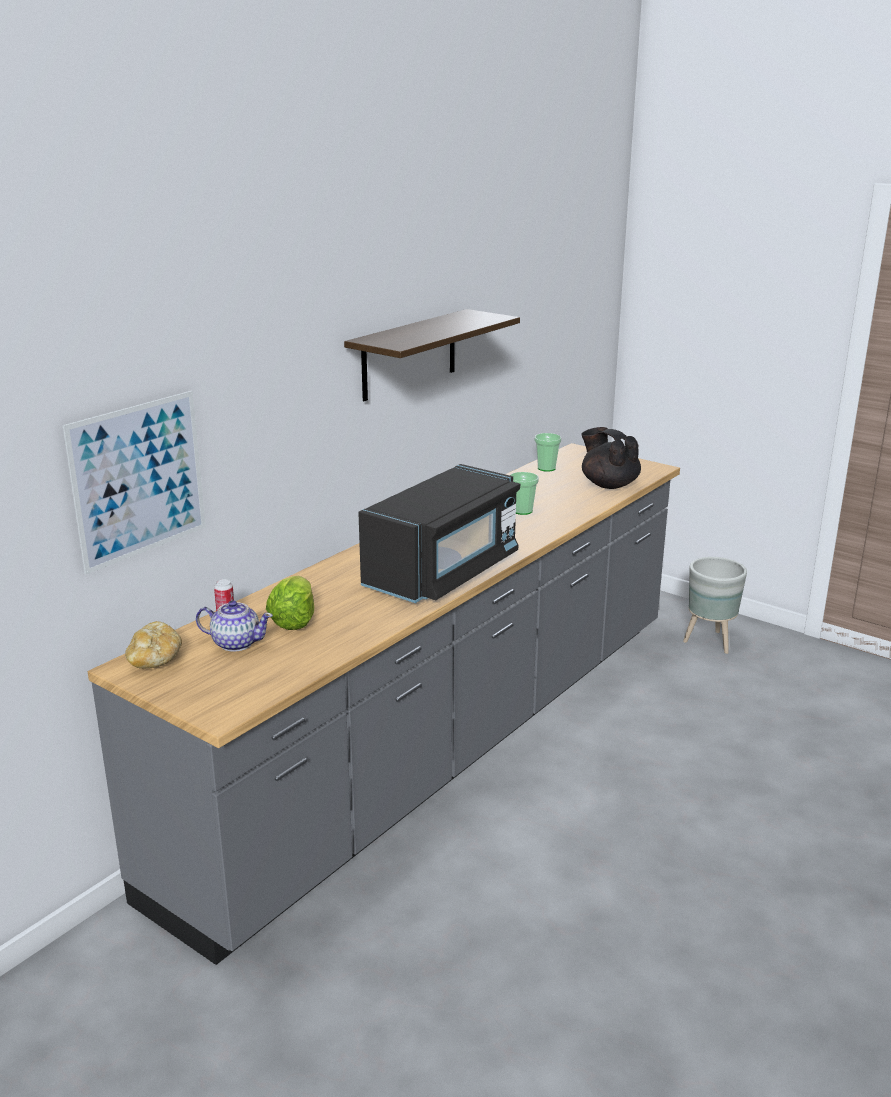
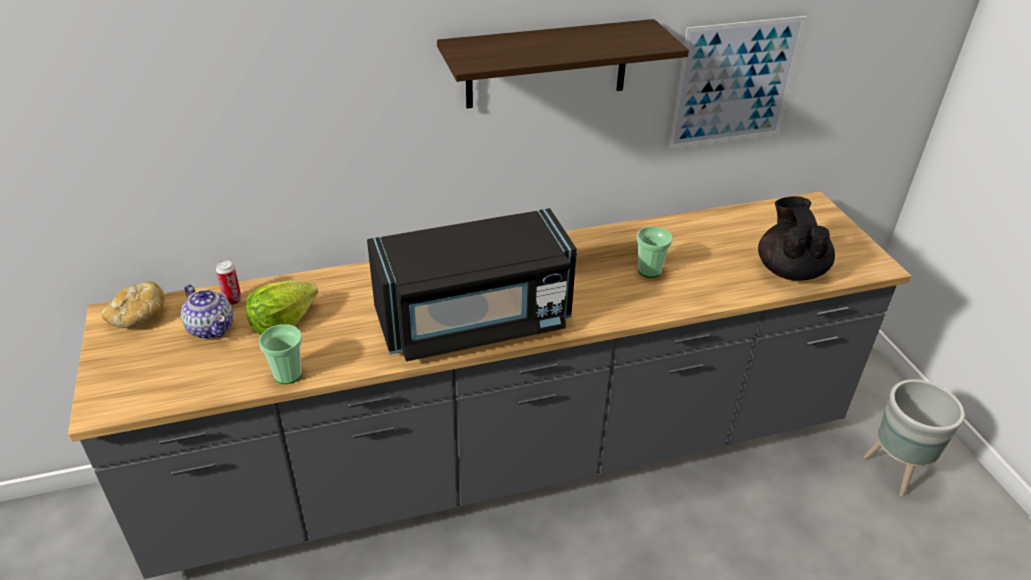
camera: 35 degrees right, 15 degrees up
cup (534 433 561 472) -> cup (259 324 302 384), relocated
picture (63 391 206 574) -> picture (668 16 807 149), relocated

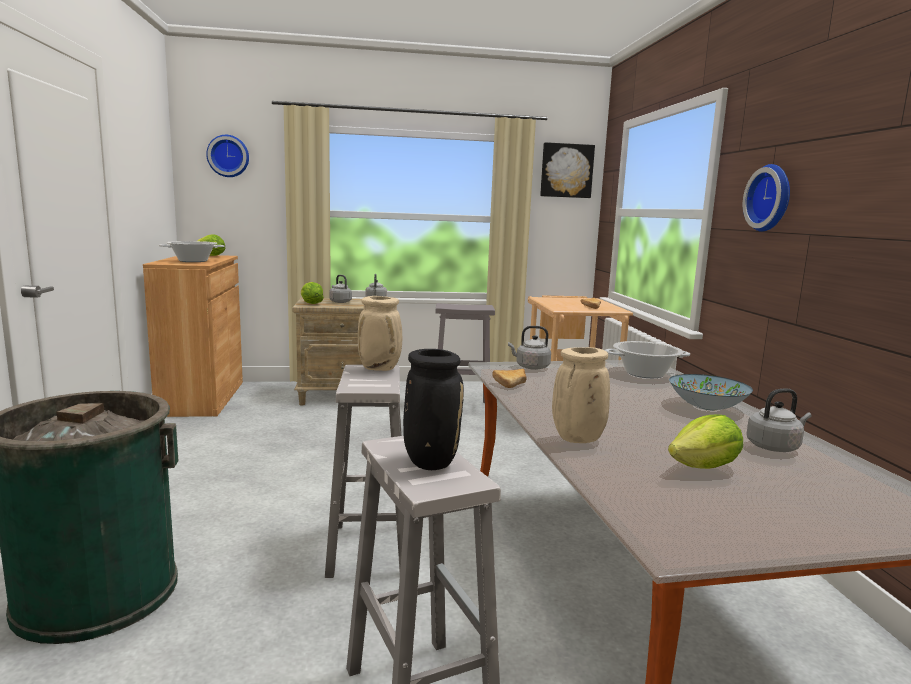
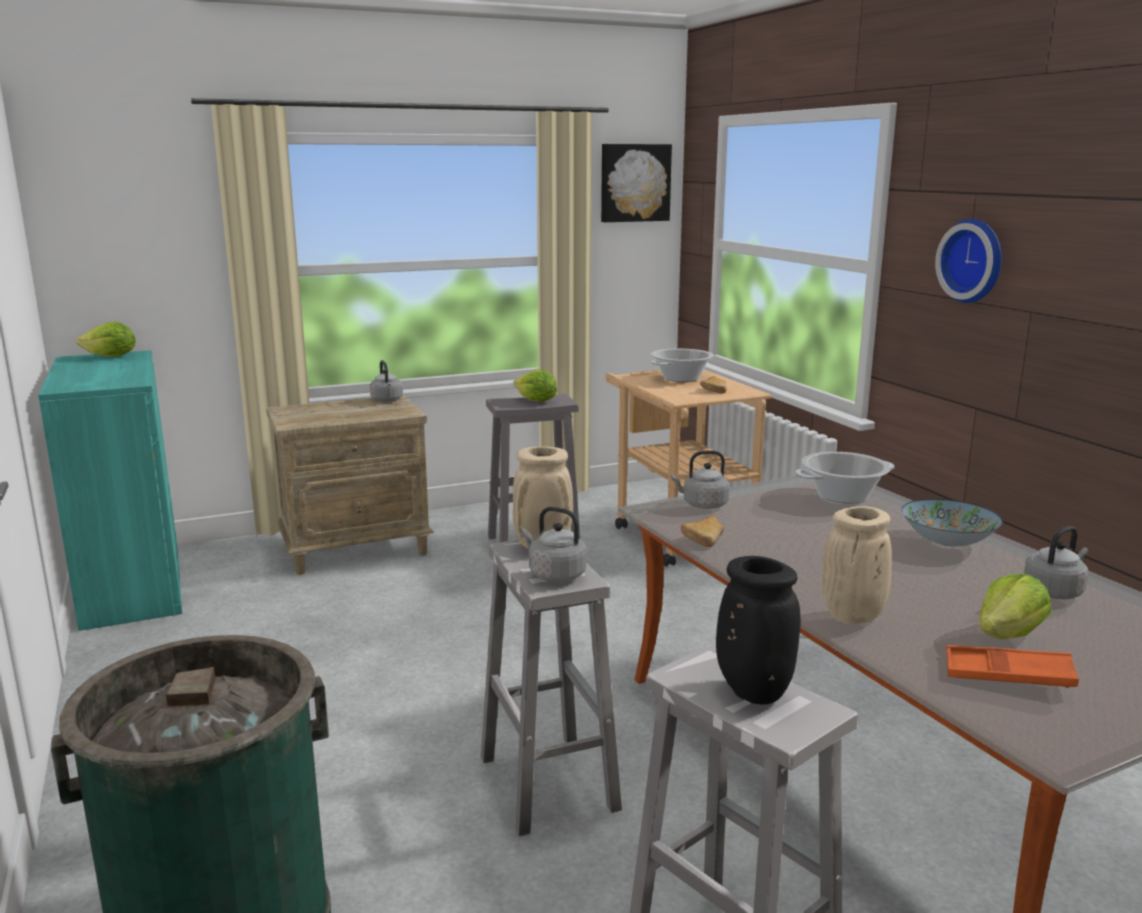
camera: 15 degrees left, 5 degrees up
cabinet/brown (143 255 243 417) -> cabinet/turquoise (38 350 182 631)
lettuce (301 282 324 304) -> lettuce (514 370 557 402), relocated
kettle/grey (329 275 352 303) -> kettle/grey (521 506 587 582), relocated
cooking pot (159 241 224 262) -> cooking pot (651 349 714 382), relocated
none -> tray/orange (946 645 1079 688)
wall clock (206 135 249 177) -> none

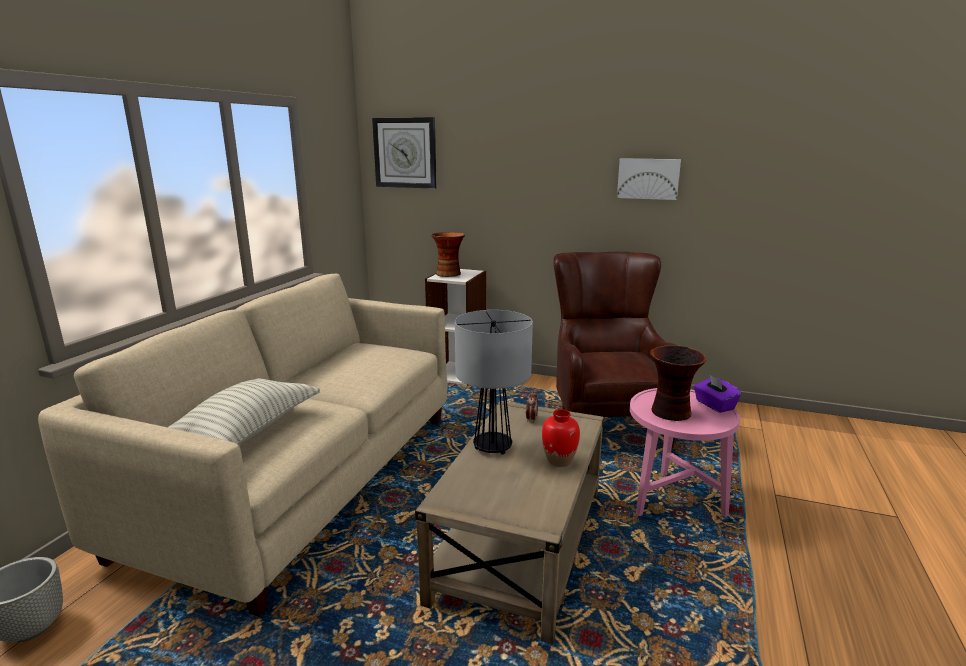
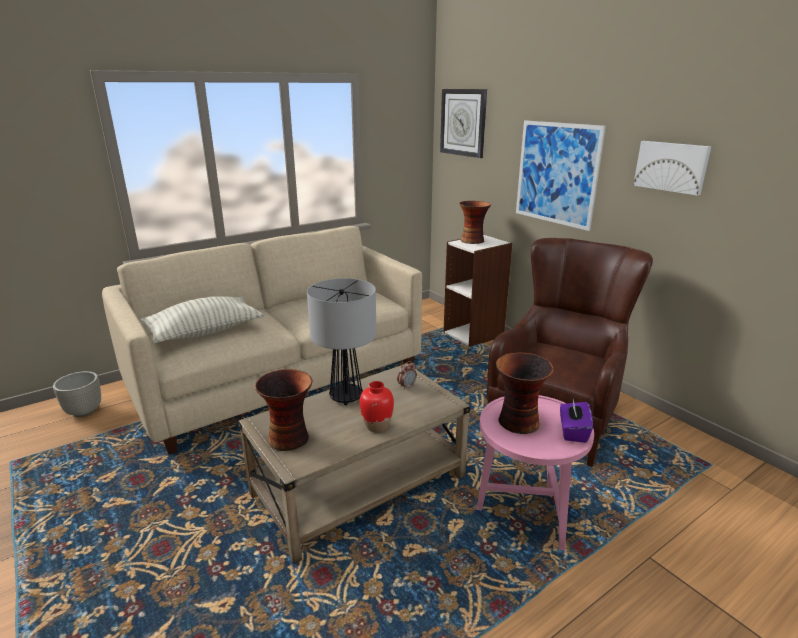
camera: 35 degrees right, 5 degrees up
none -> vase (255 369 312 451)
none -> picture (516 120 606 231)

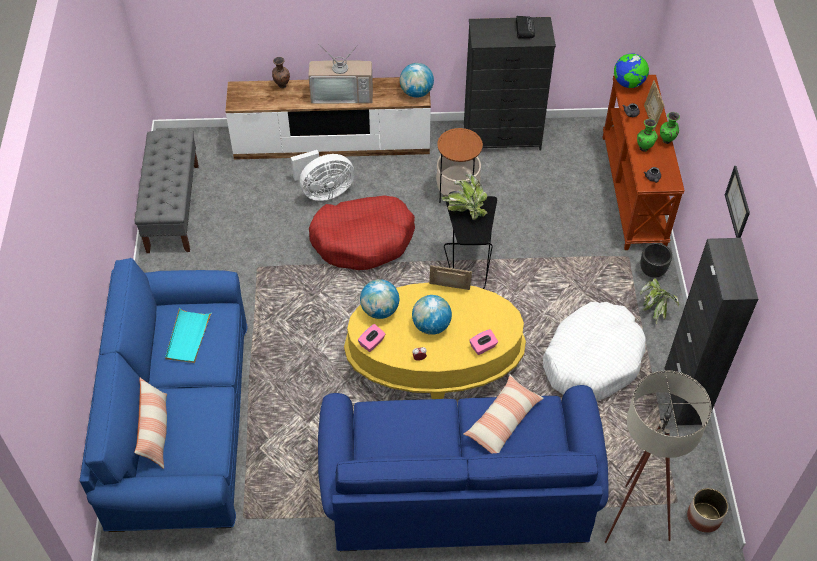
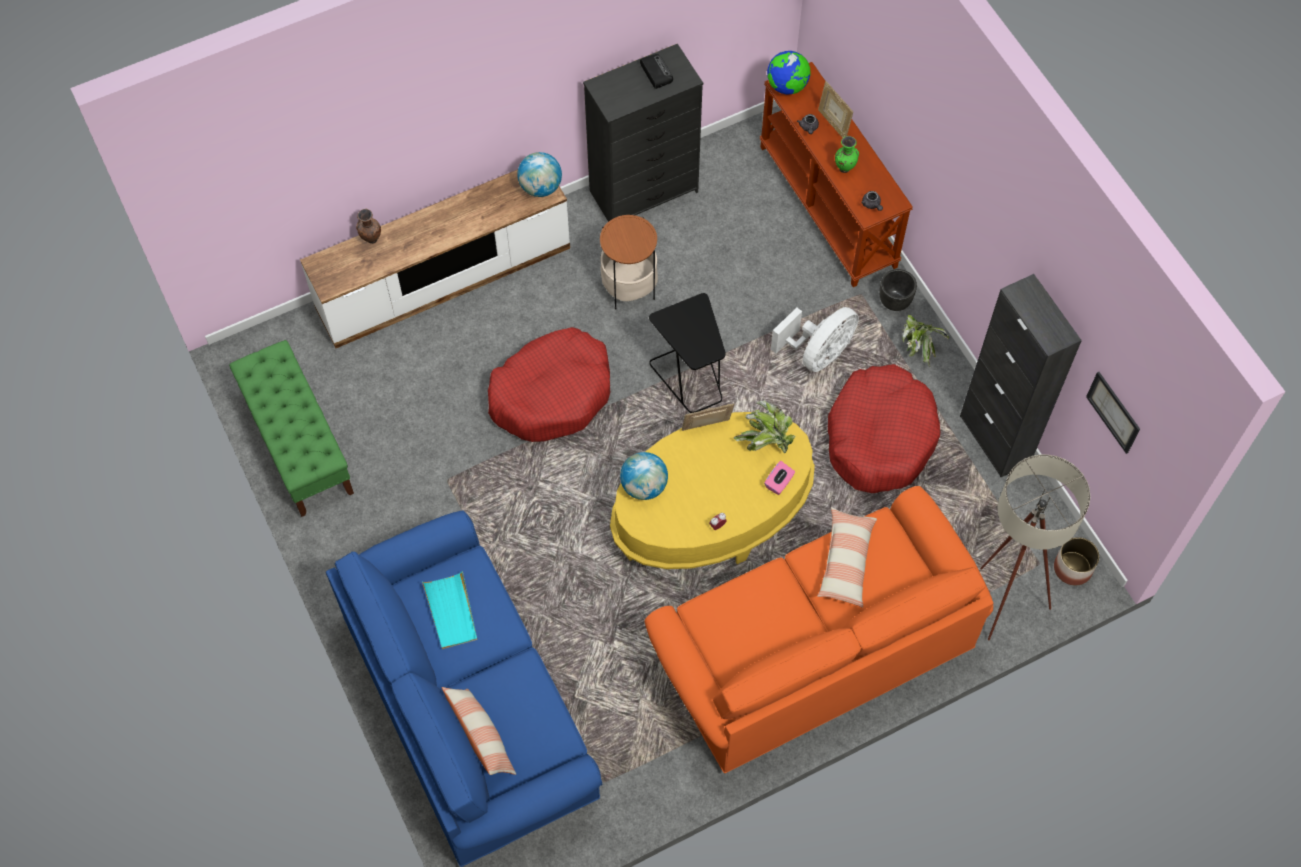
camera: 25 degrees left, 10 degrees up
bench/grey (135 130 199 253) -> bench/green (229 340 354 517)
sofa/blue (318 385 609 551) -> sofa/orange (644 486 993 773)
potted plant (441 174 488 220) -> potted plant (734 401 796 453), relocated
fan/white (291 150 355 201) -> fan/white (771 307 859 372), relocated
dog bed/white (543 302 646 400) -> dog bed/red (828 364 941 493)
picture (725 166 750 238) -> picture (1086 372 1140 454), relocated
television (308 43 373 103) -> none
tissue box/pink (358 324 385 352) -> none
globe (412 295 452 335) -> none
vase/green (660 112 680 144) -> none

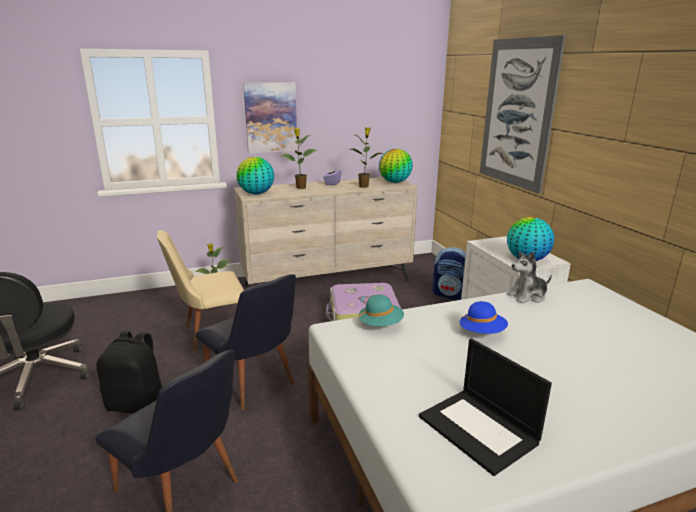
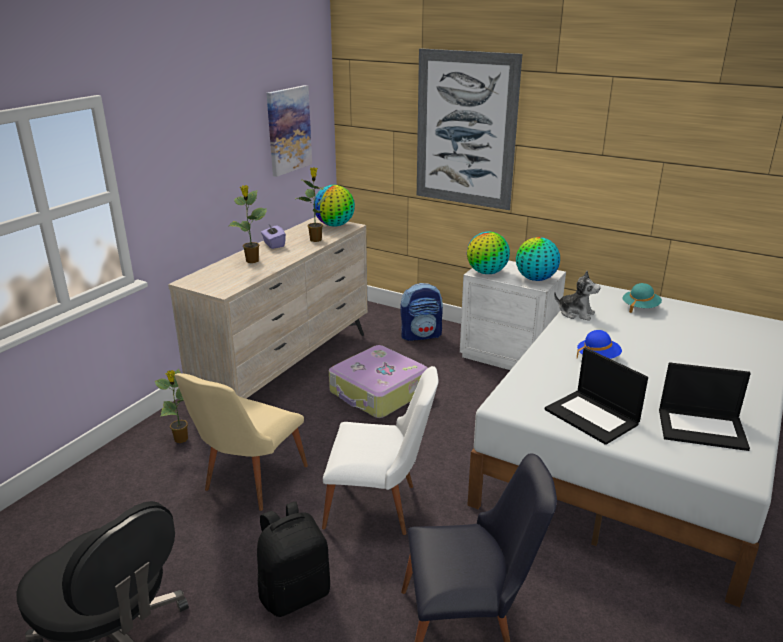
camera: 40 degrees left, 5 degrees up
picture (243 83 297 153) -> picture (267 85 312 177), relocated
chair/black (196 274 296 410) -> chair/white (322 366 438 535)
globe (236 157 274 194) -> globe (467 231 510 274), relocated
none -> laptop (545 348 648 445)
plush toy (507 251 552 303) -> plush toy (554 271 600 321), 90 degrees counterclockwise
hat/turquoise (358 294 404 326) -> hat/turquoise (623 283 662 313), relocated

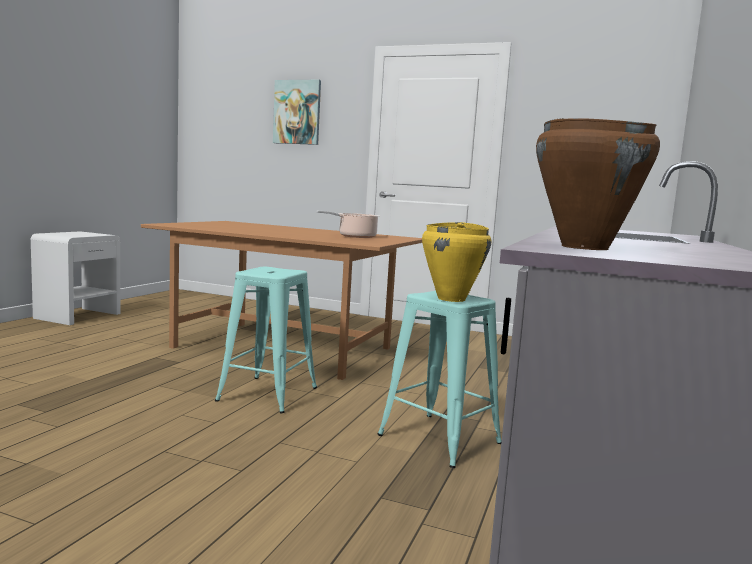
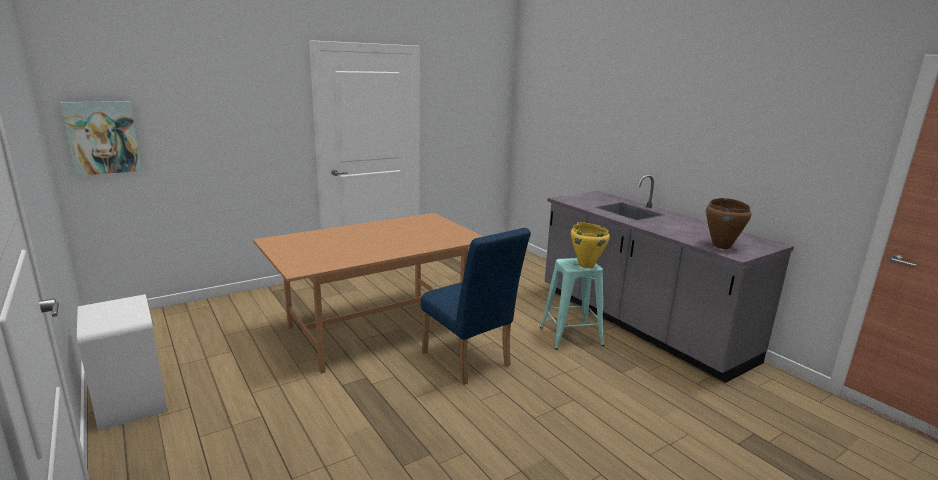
camera: 55 degrees left, 10 degrees up
picture (273 80 321 145) -> picture (60 101 142 176), relocated
stool/turquoise (215 267 317 413) -> chair/blue (421 228 531 385)
cooking pot (316 210 379 238) -> none

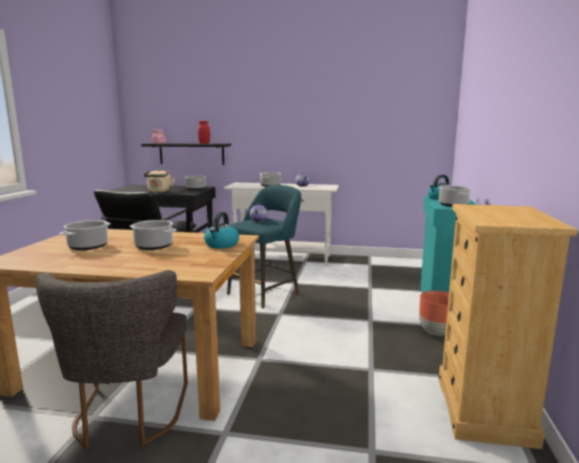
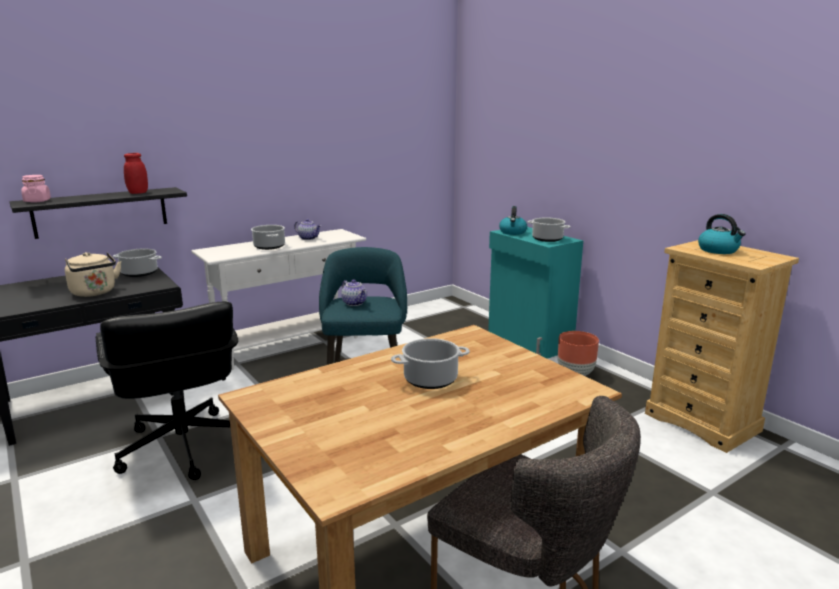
camera: 45 degrees left, 5 degrees up
kettle (204 212 239 248) -> kettle (698 214 746 254), relocated
cooking pot (60 220 111 250) -> none

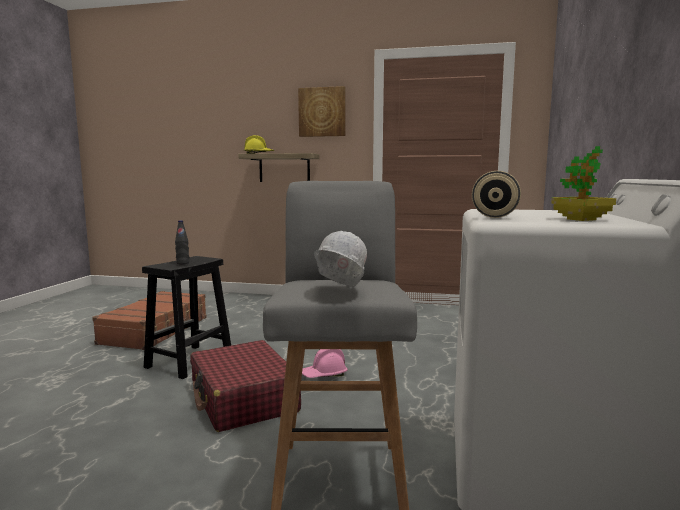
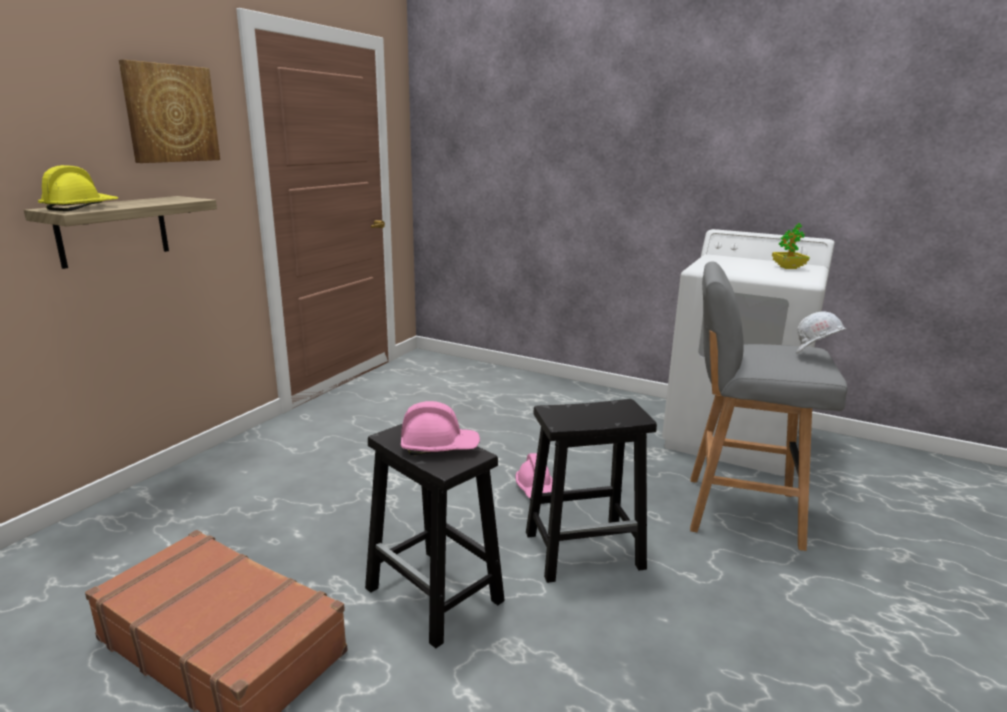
camera: 75 degrees left, 10 degrees up
bottle/black (175 220 189 265) -> hard hat/pink (401 401 480 455)
suitcase/red (190 340 301 432) -> stool/black (526 399 657 583)
dumbbell/beige (472 171 521 218) -> none

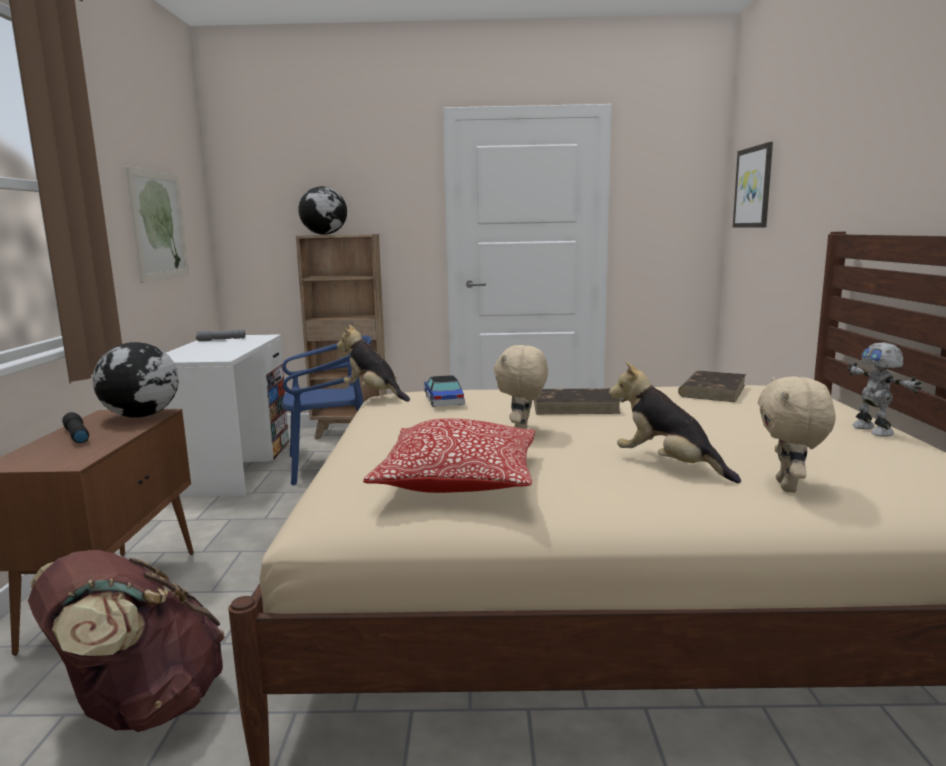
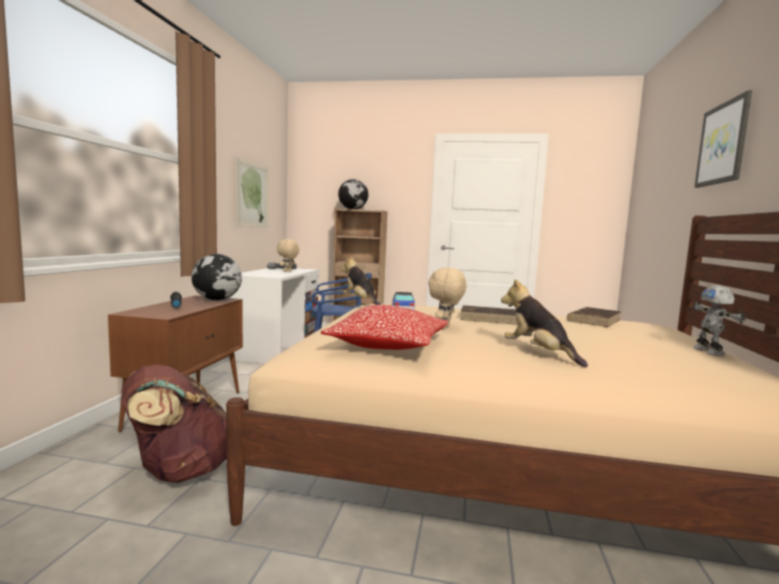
camera: 10 degrees right, 5 degrees down
plush toy/beige (758 376 836 493) -> plush toy/beige (277 239 299 272), relocated
picture (733 142 773 228) -> picture (694 90 752 188), relocated

